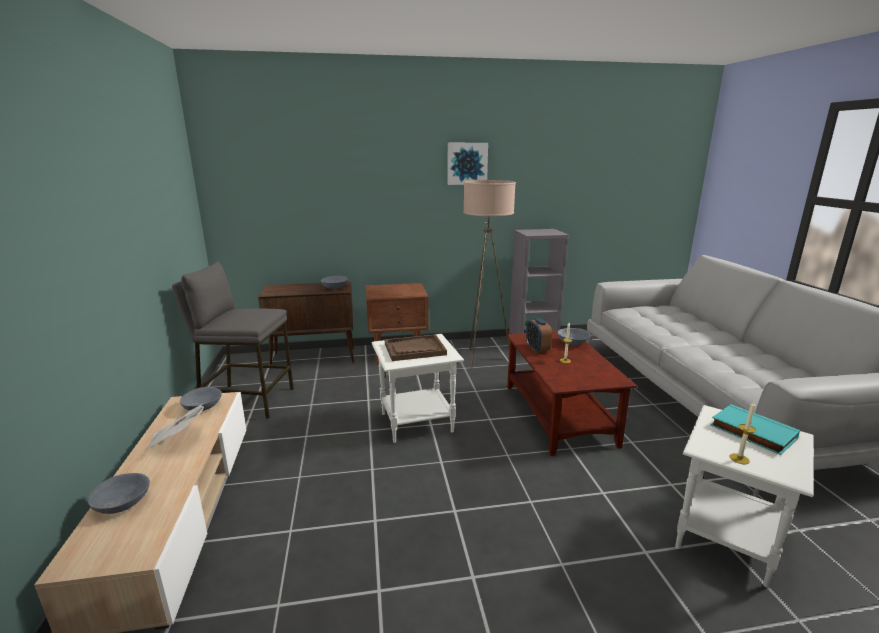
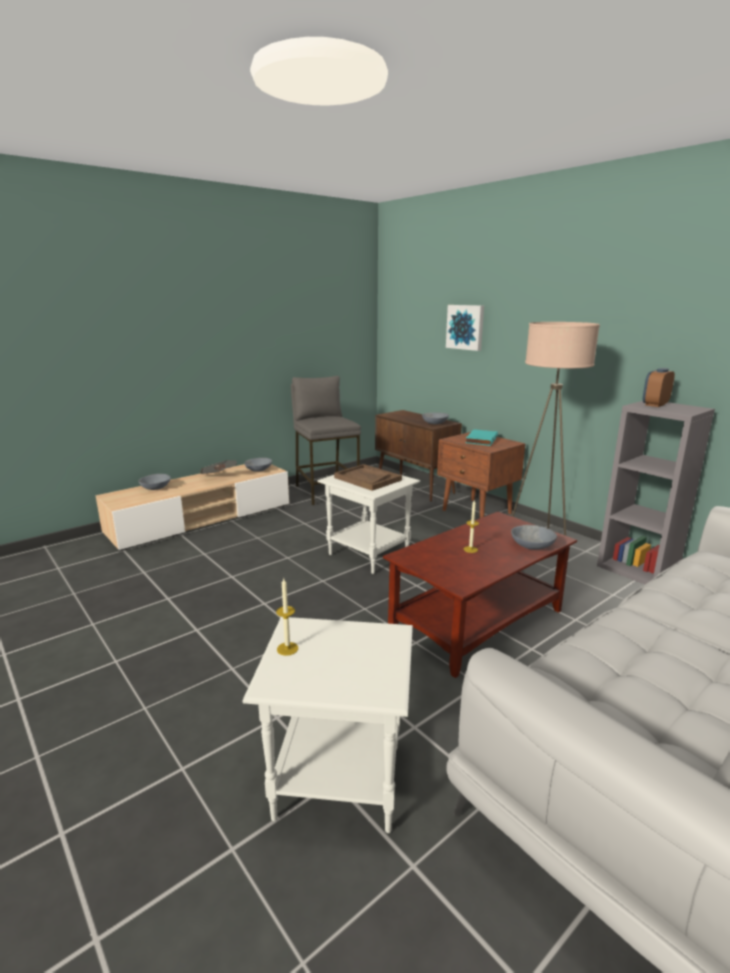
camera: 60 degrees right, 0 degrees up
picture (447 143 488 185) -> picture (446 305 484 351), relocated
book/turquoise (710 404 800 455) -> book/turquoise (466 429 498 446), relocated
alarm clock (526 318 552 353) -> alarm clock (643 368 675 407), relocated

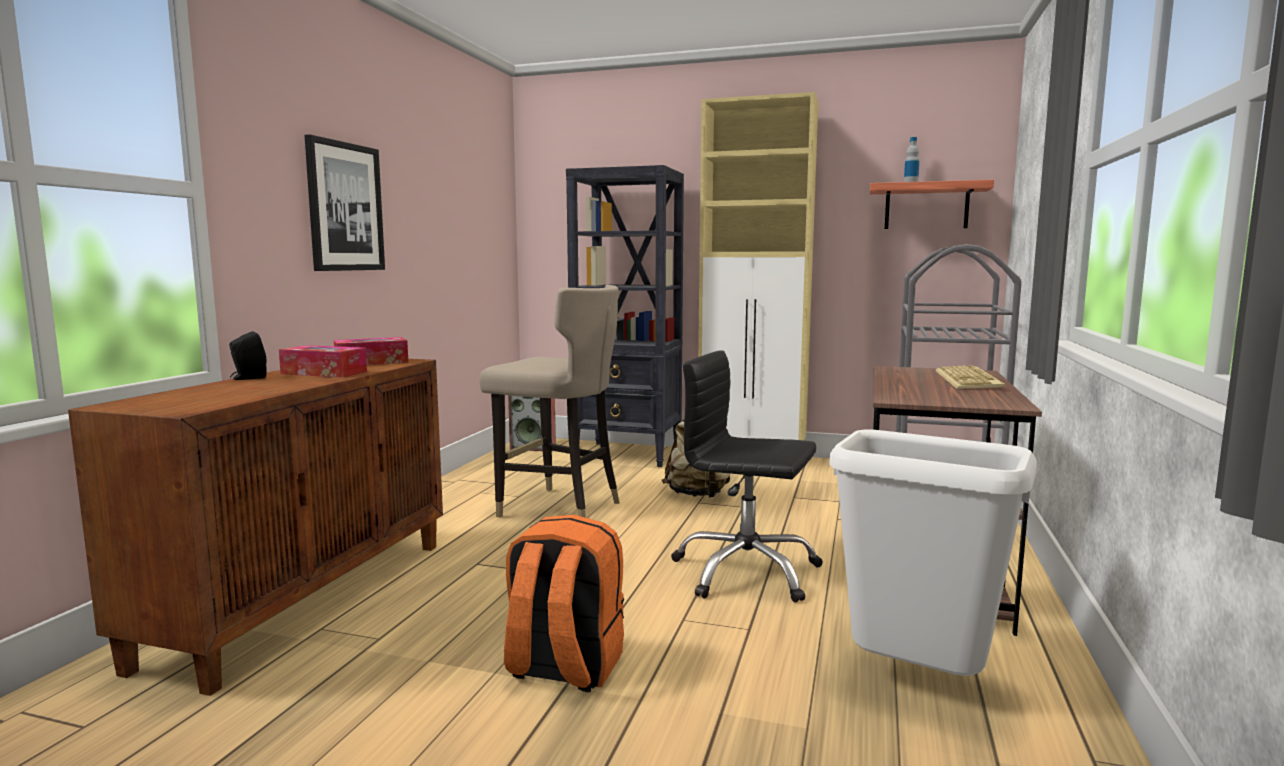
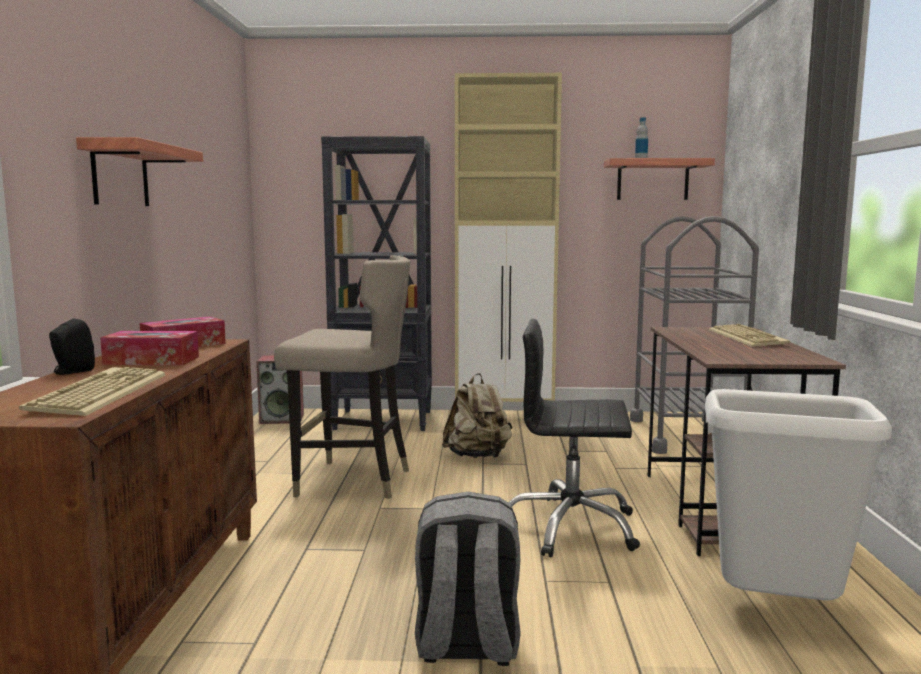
camera: 15 degrees left, 0 degrees up
none -> keyboard (19 367 165 416)
picture (304 134 385 271) -> shelf (76 137 203 206)
backpack/orange (504 515 624 692) -> backpack/grey (415 492 521 666)

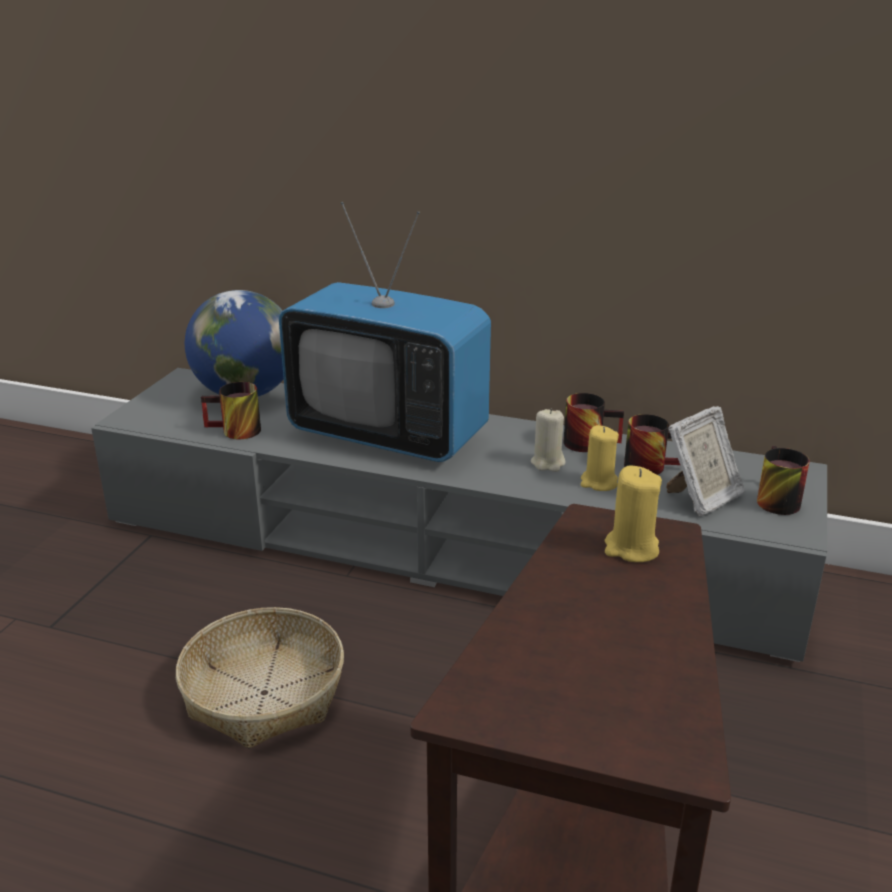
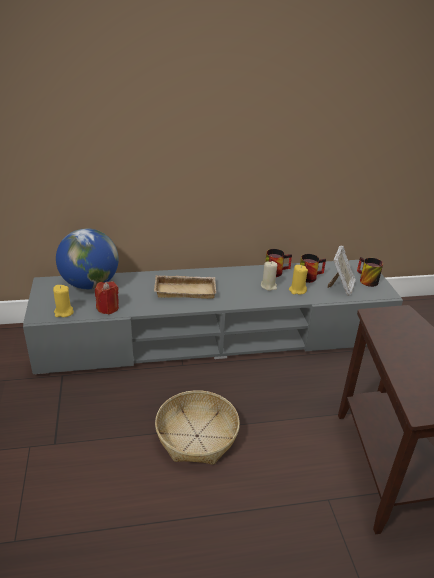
camera: 30 degrees left, 5 degrees up
candle/yellow (604 465 662 562) -> candle/yellow (53 285 74 317), relocated
mug (201 382 261 439) -> candle/red (95 281 119 314)
television (279 202 491 462) -> tray/beige (154 275 217 299)

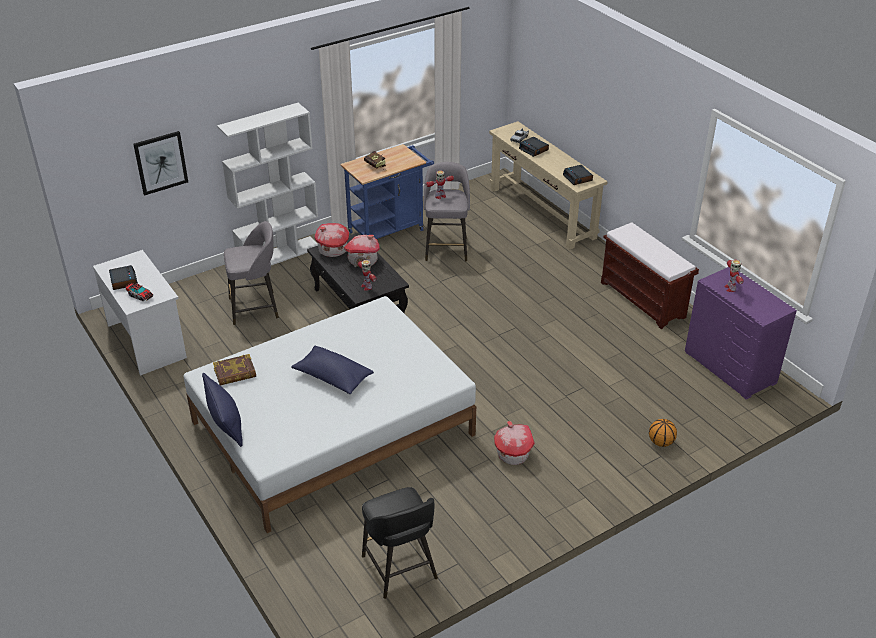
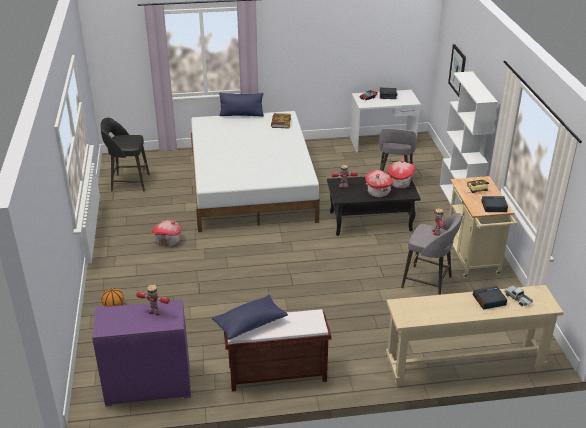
camera: 115 degrees right, 5 degrees down
pillow/blue (291 345 374 394) -> pillow/blue (212 295 288 340), relocated
cart/blue (340 144 434 239) -> cart/beige (449 176 518 278)
alarm clock (563 165 593 185) -> alarm clock (481 196 508 212), relocated

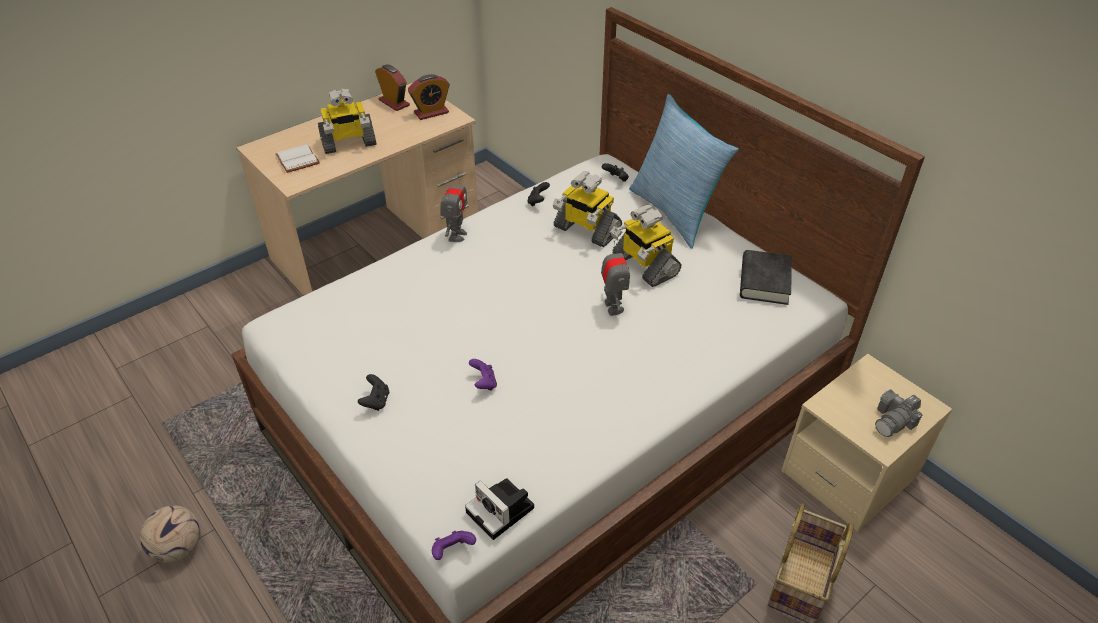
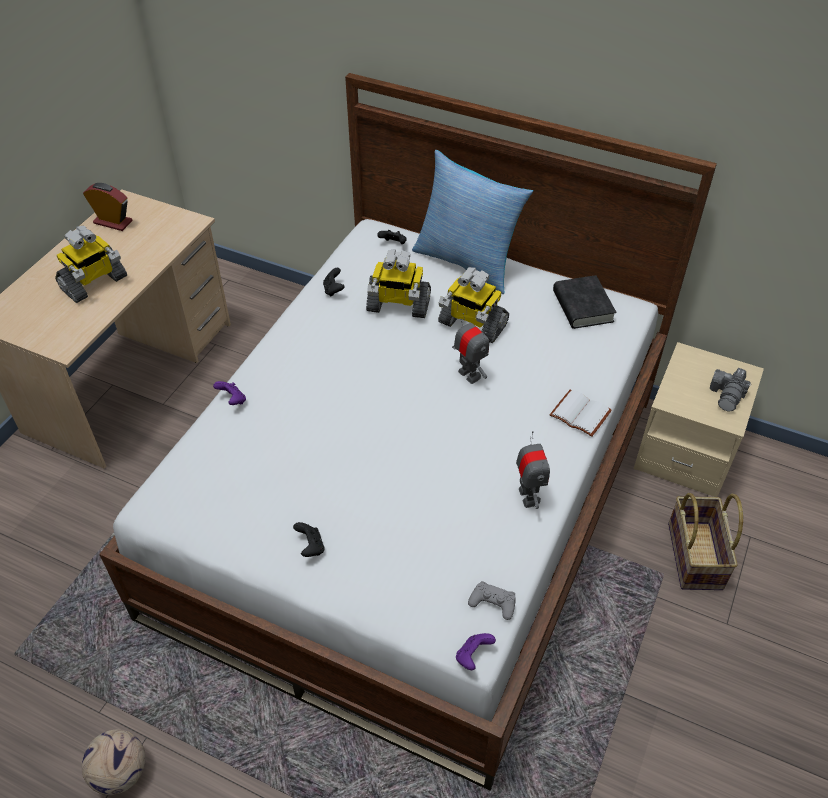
camera: 25 degrees left, 5 degrees up
game controller/purple (469 359 497 390) -> game controller/purple (213 381 246 405), relocated
photo camera (465 478 534 540) -> game controller/grey (468 581 515 620)
toy robot (440 173 467 242) -> toy robot (516 431 550 509), relocated
book/white (275 144 320 173) -> book/white (550 390 612 437), relocated
alarm clock (408 74 449 120) -> none

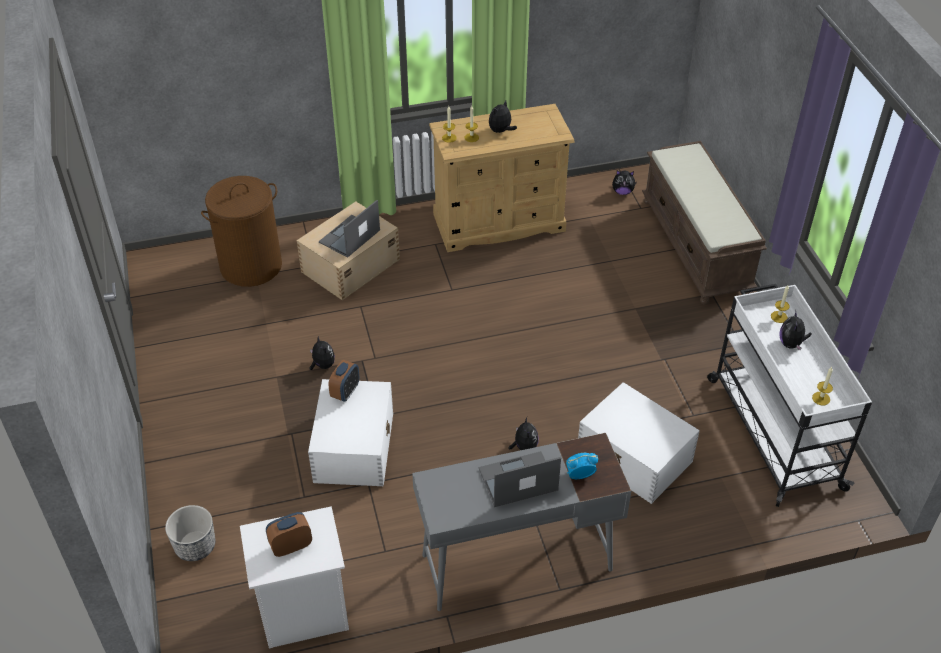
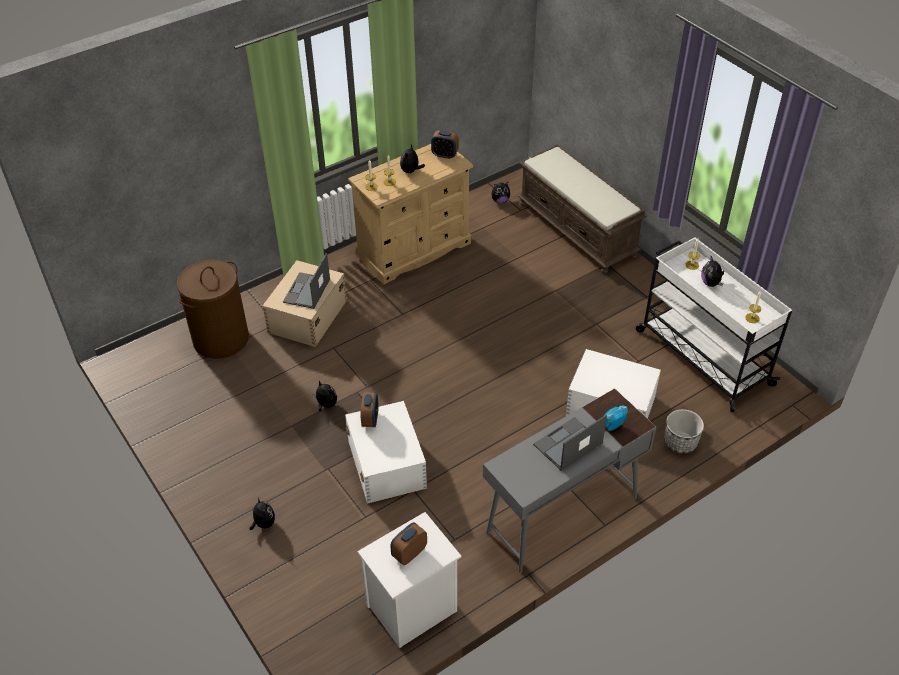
camera: 20 degrees left, 0 degrees up
plush toy (508 418 538 450) -> plush toy (250 498 275 530), relocated
none -> alarm clock (431 130 459 159)
planter (165 505 216 561) -> planter (664 409 704 454), relocated

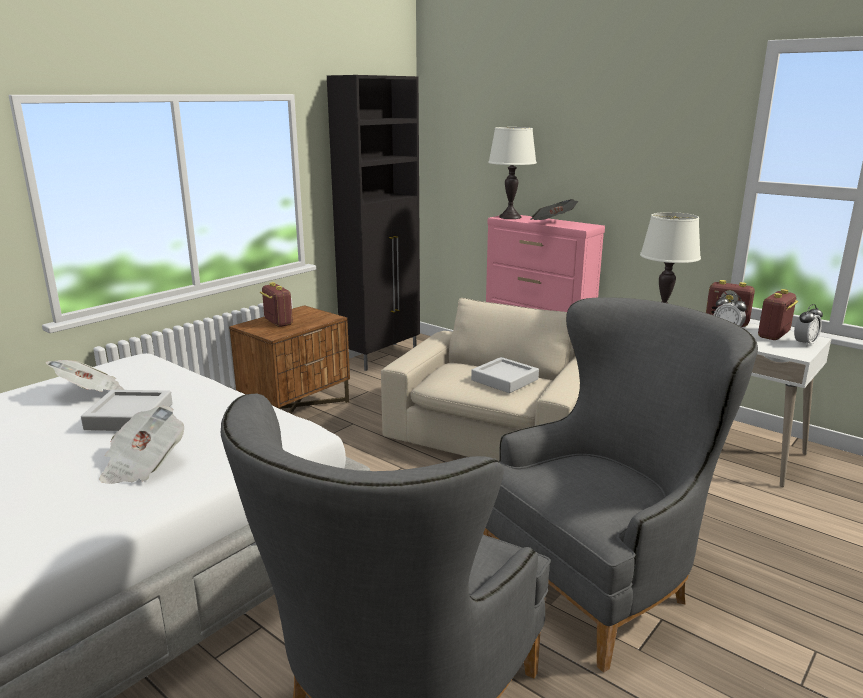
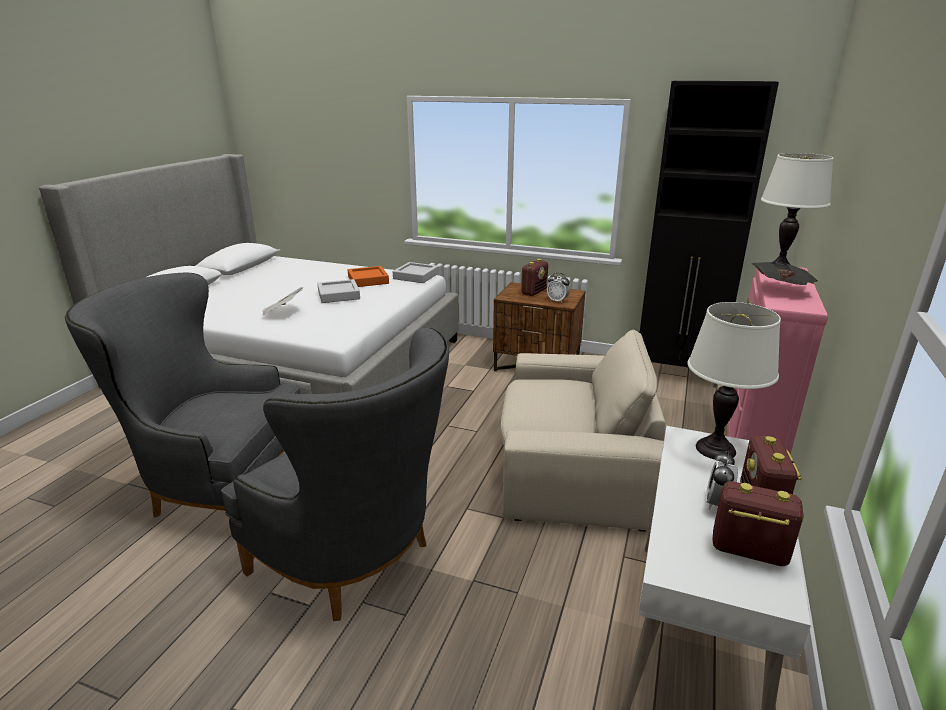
camera: 70 degrees right, 5 degrees up
newspaper (46 360 125 392) -> tray/orange (348 266 389 287)
tray/grey (471 357 539 393) -> tray/grey (393 262 439 283), relocated
alarm clock (794 304 823 347) -> alarm clock (547 273 570 303), relocated

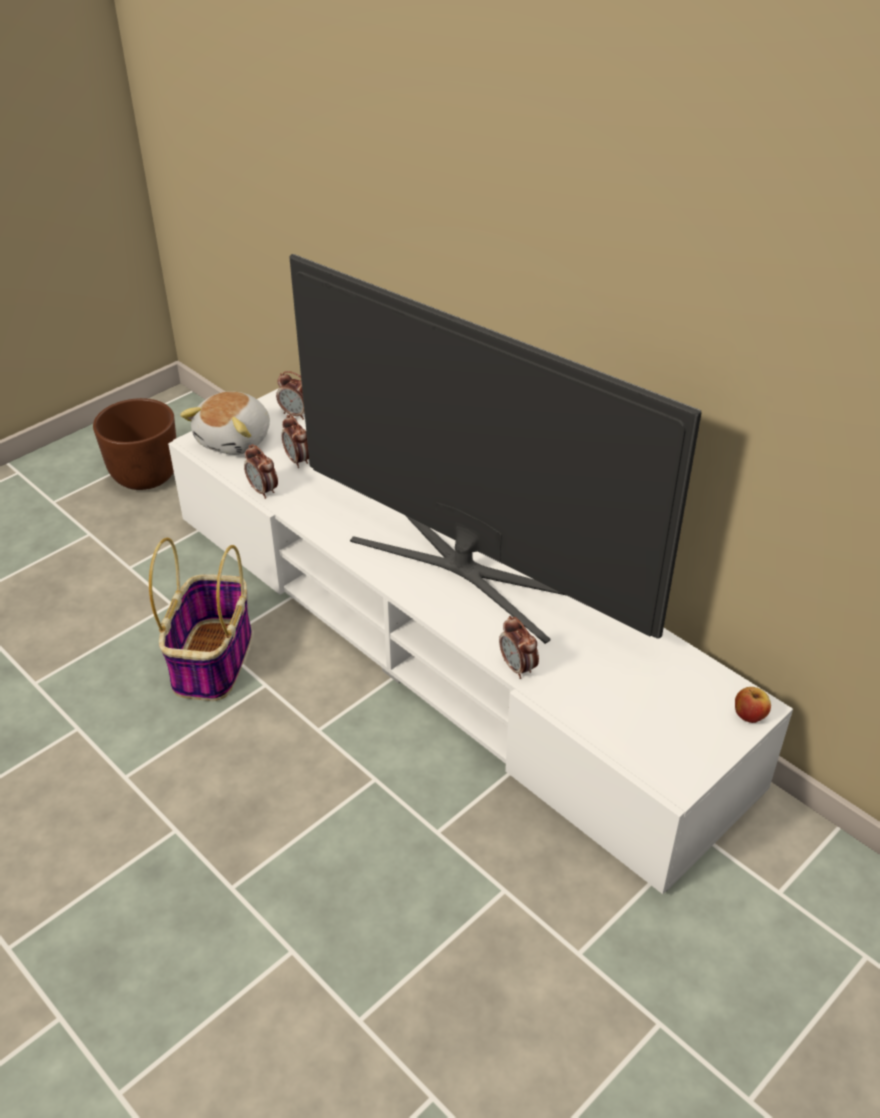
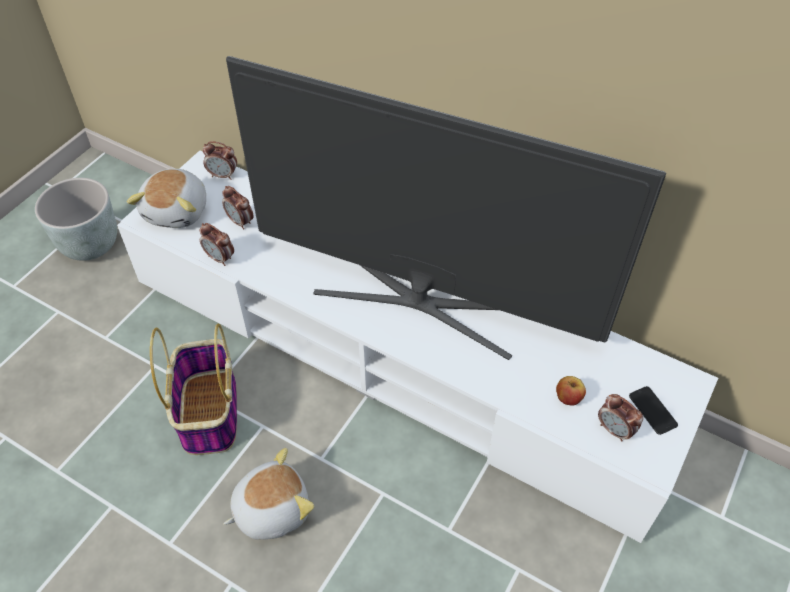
camera: 15 degrees left, 10 degrees up
planter/brown (93 398 176 490) -> planter/grey (35 178 117 261)
none -> plush toy (223 448 314 540)
apple (735 687 771 723) -> apple (556 376 586 406), relocated
alarm clock (499 616 539 679) -> alarm clock (598 394 643 442), relocated
none -> phone (629 386 678 435)

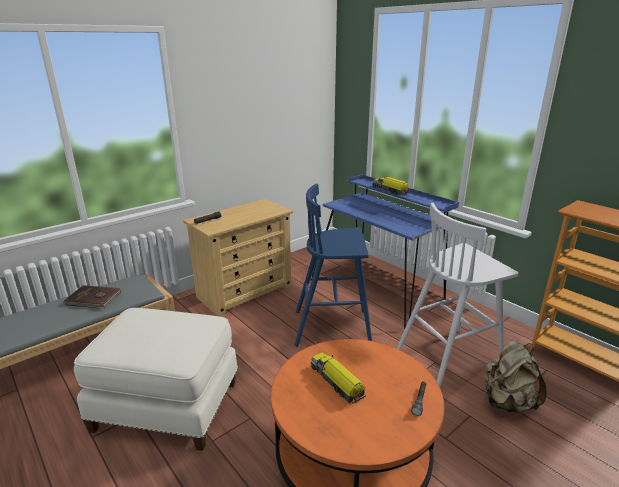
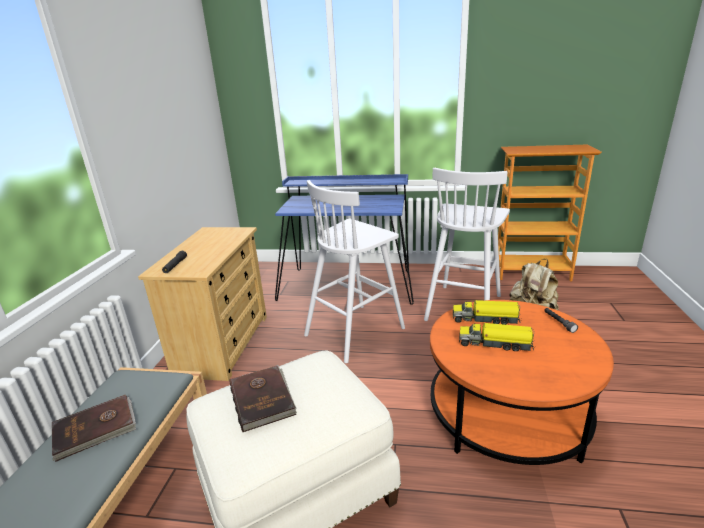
camera: 40 degrees left, 0 degrees up
none -> book/brown (230 365 297 432)
stool/blue (294 184 372 347) -> stool/white (304 180 405 363)
toy truck (373 177 410 195) -> toy truck (453 300 522 325), relocated

